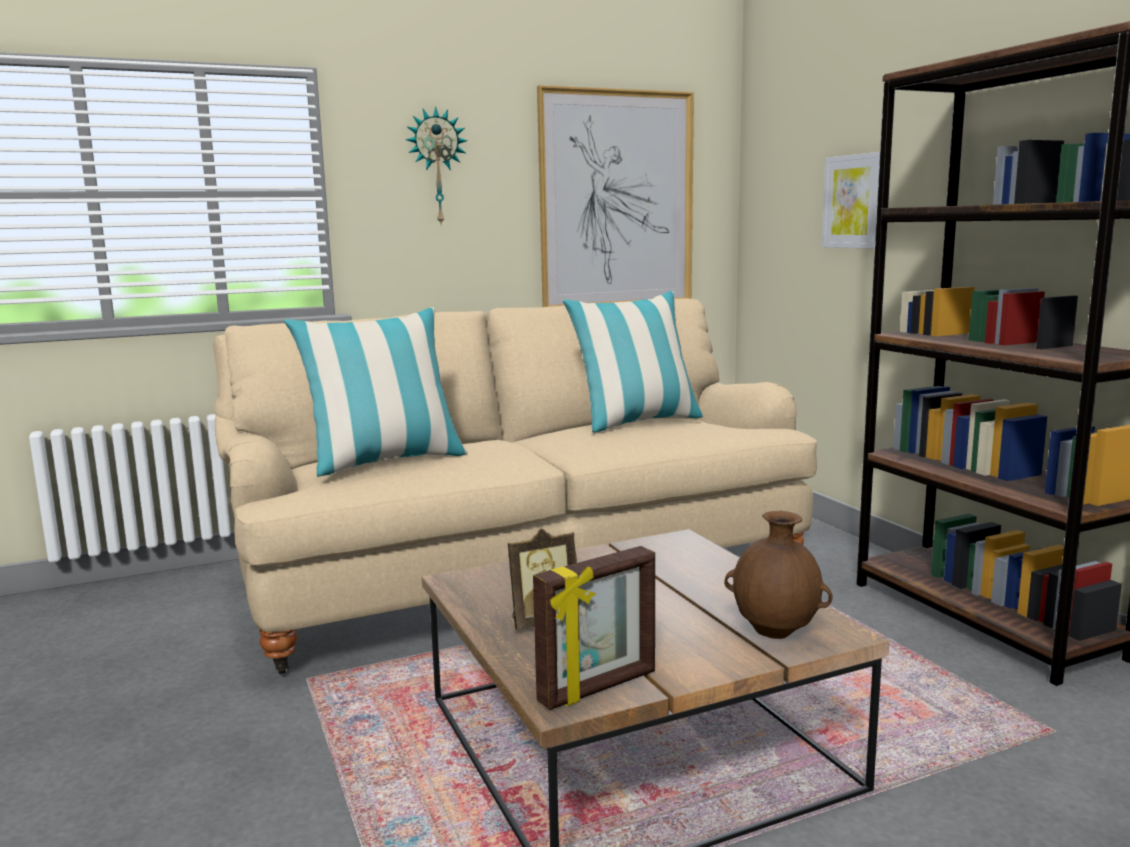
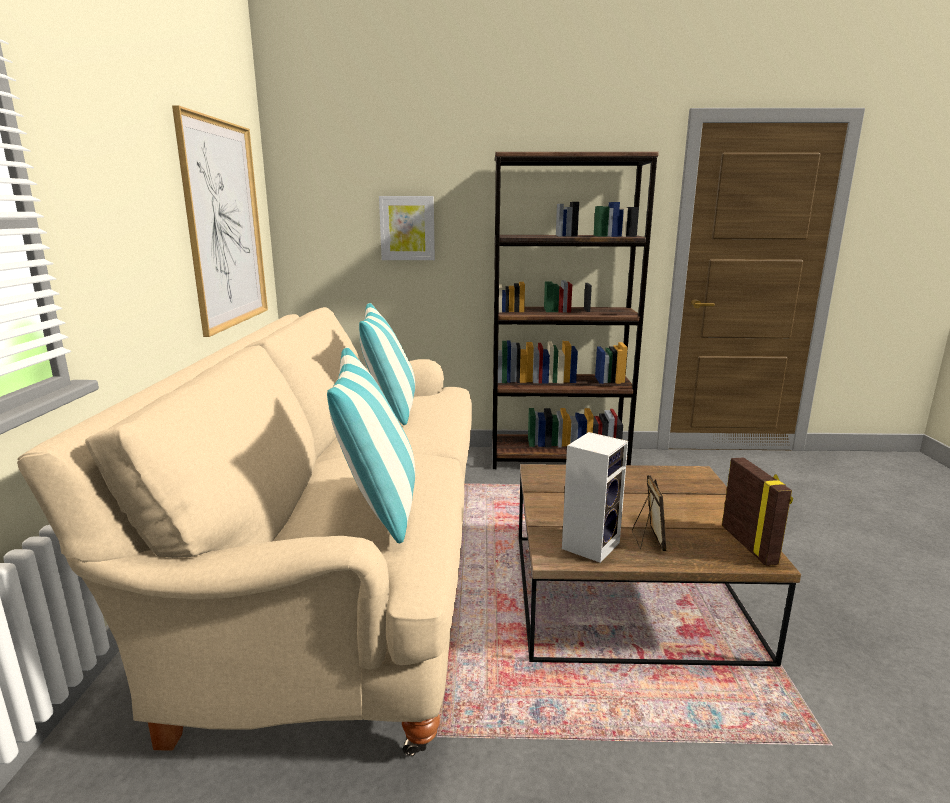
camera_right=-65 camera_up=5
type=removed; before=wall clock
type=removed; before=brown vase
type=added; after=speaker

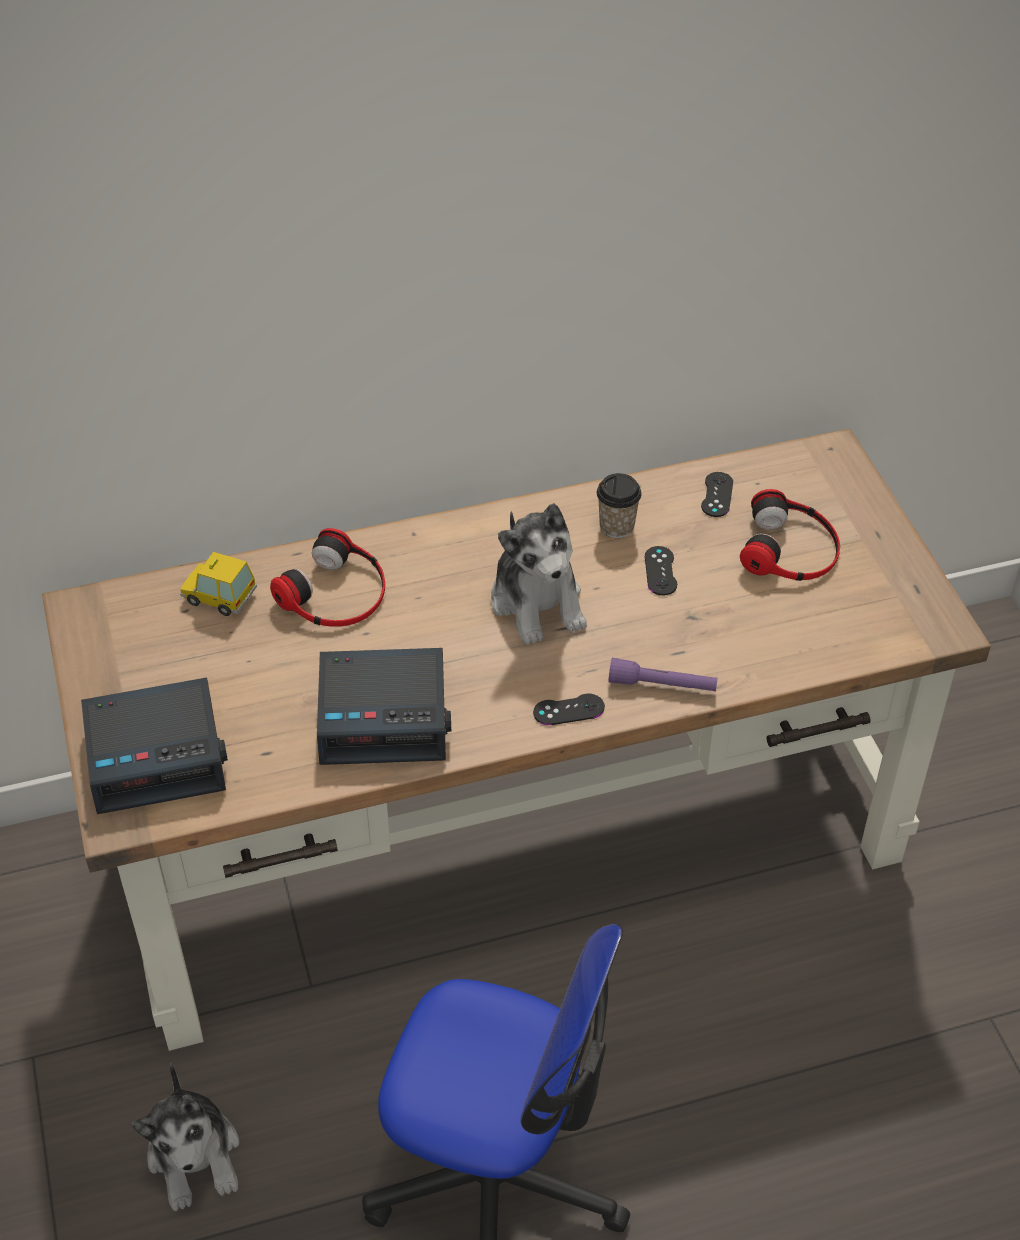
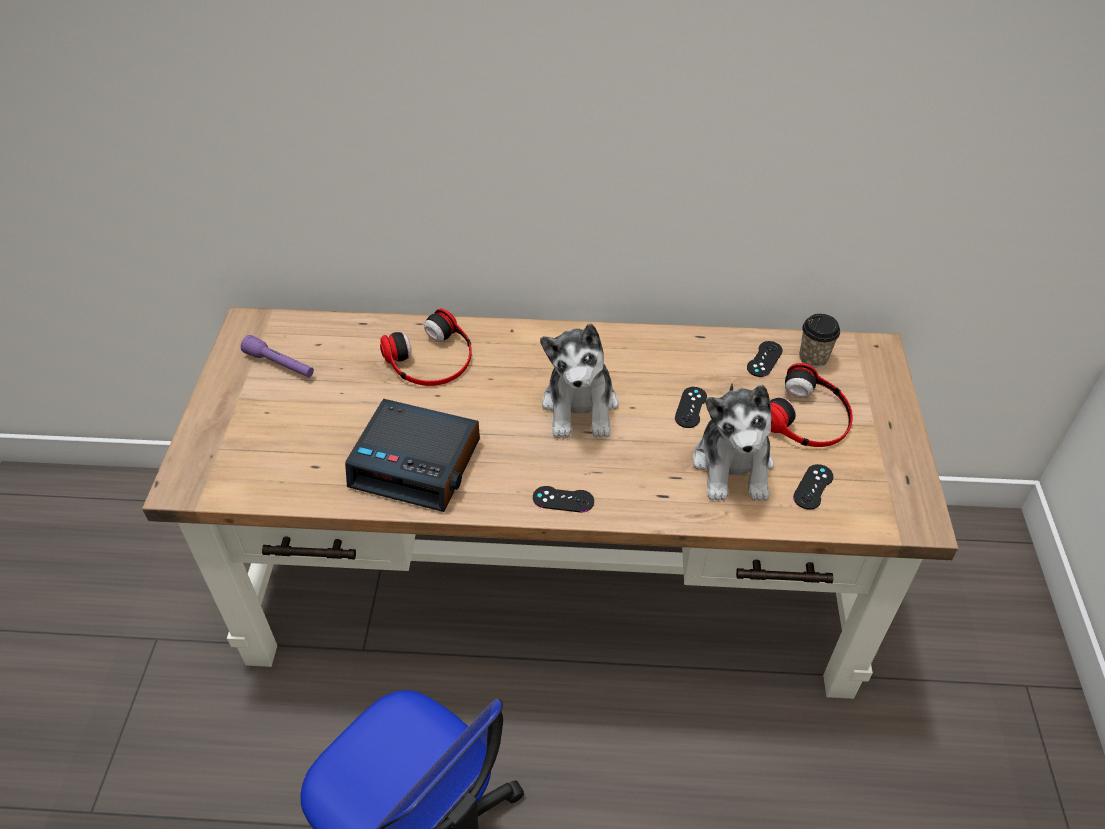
camera_right=20 camera_up=0
type=removed; before=alarm clock (1st from left)
type=moved; before=plush toy (1st from left in the first image); after=plush toy (2nd from left)
type=removed; before=toy car
type=moved; before=cup
type=moved; before=purple flashlight
type=added; after=black game controller (4th from left)

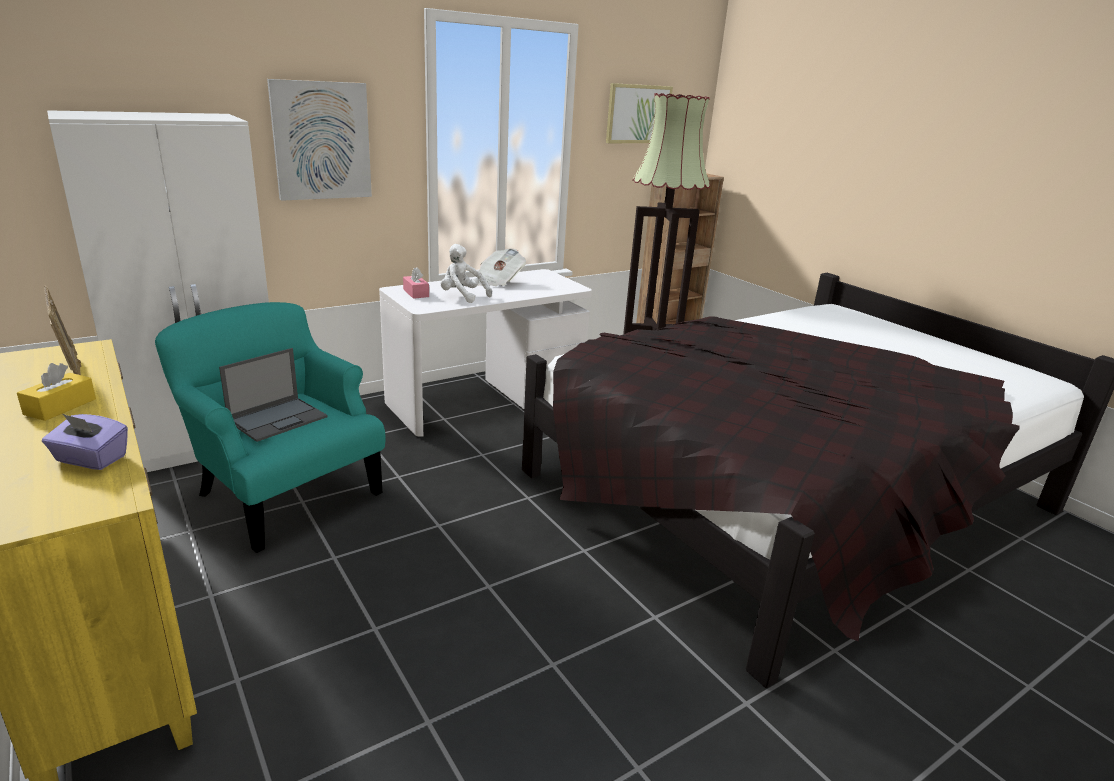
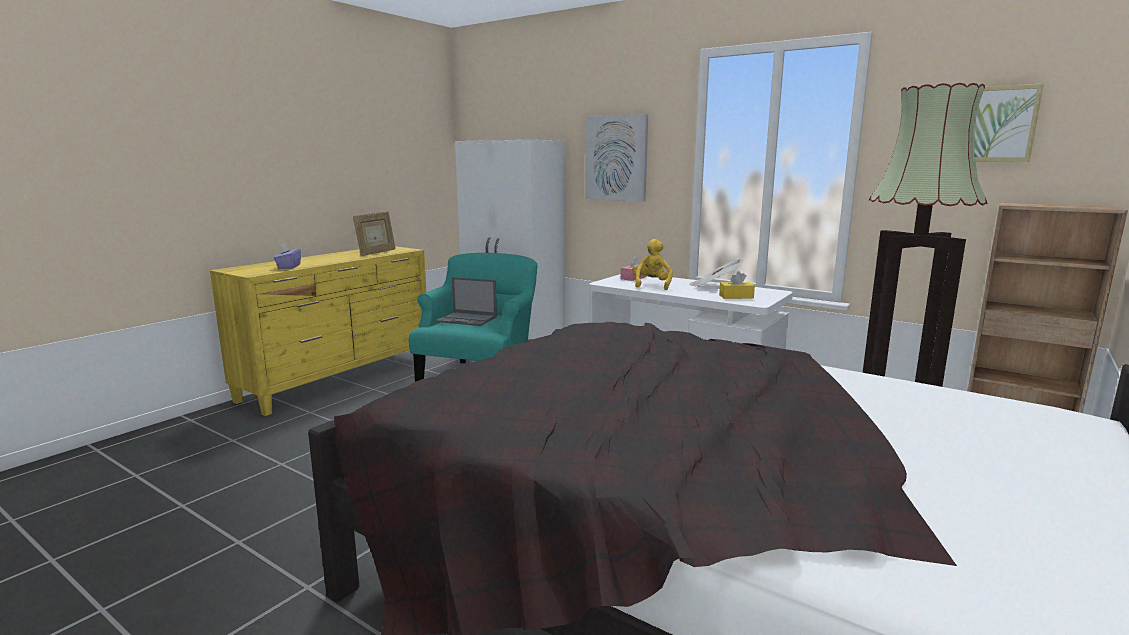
camera_right=70 camera_up=-10
type=moved; before=yellow tissue box
type=recoloured; before=white plush toy; after=yellow plush toy

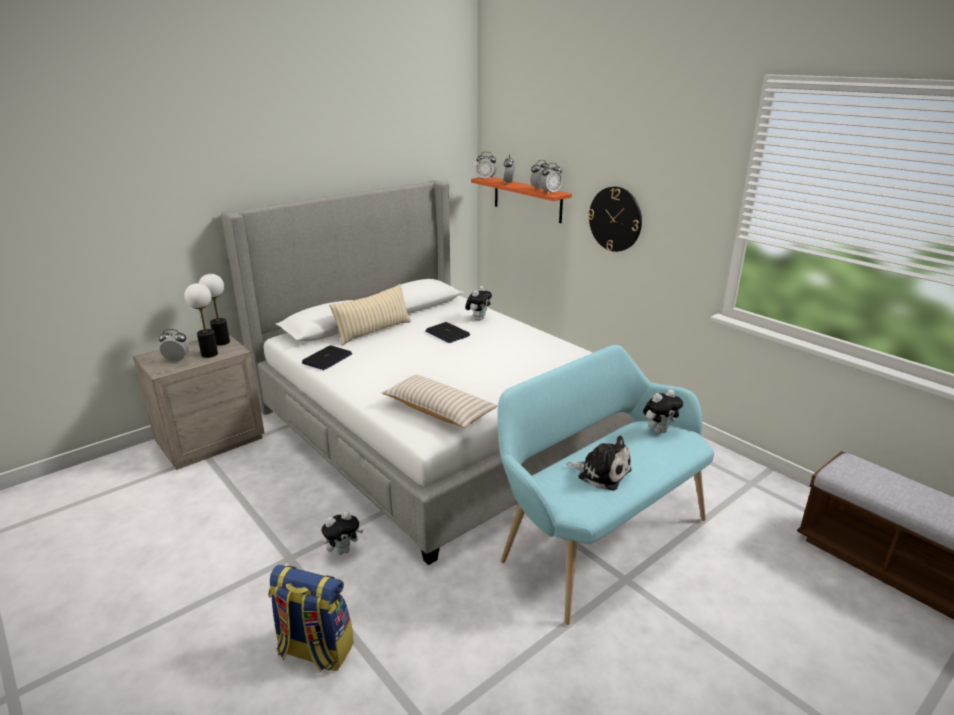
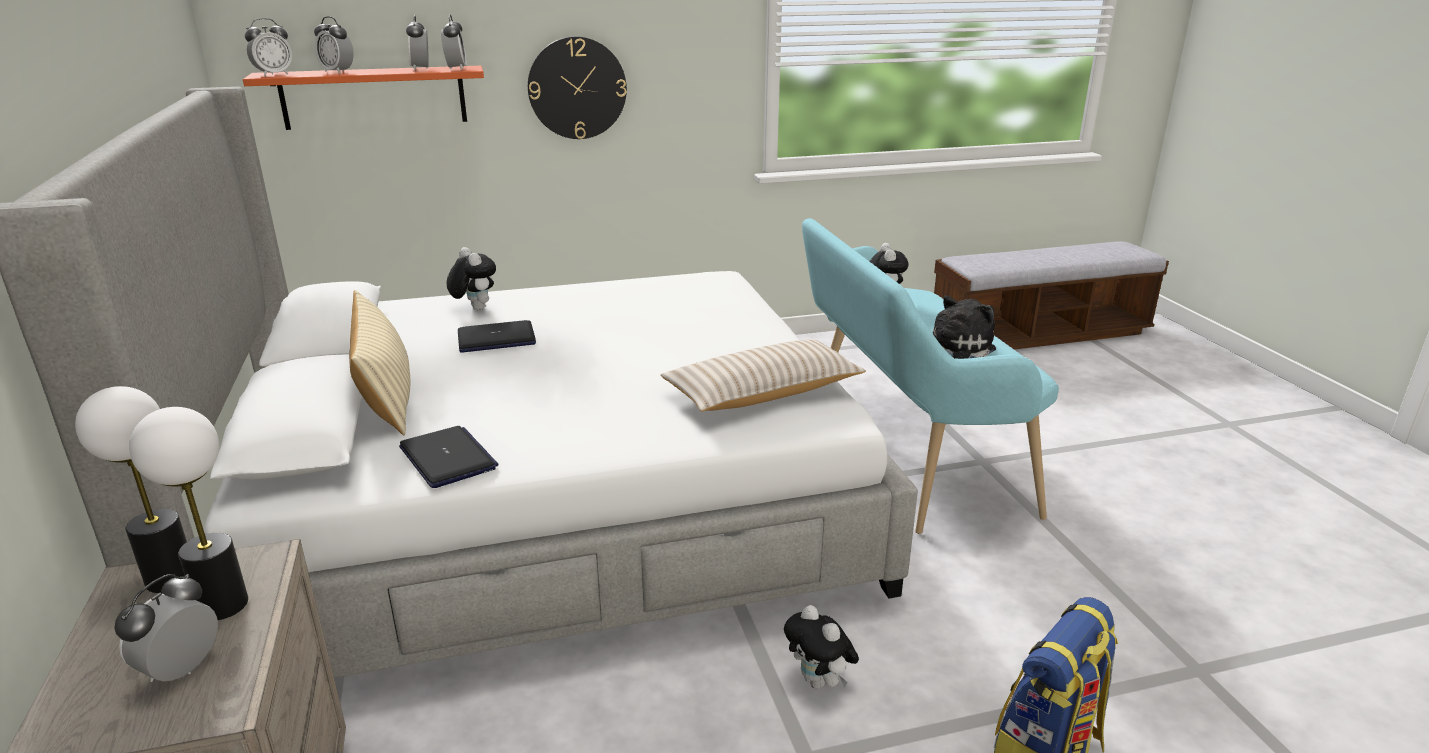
camera_right=-65 camera_up=0
type=turned; before=plush toy (1st from left in the first image); turn=150

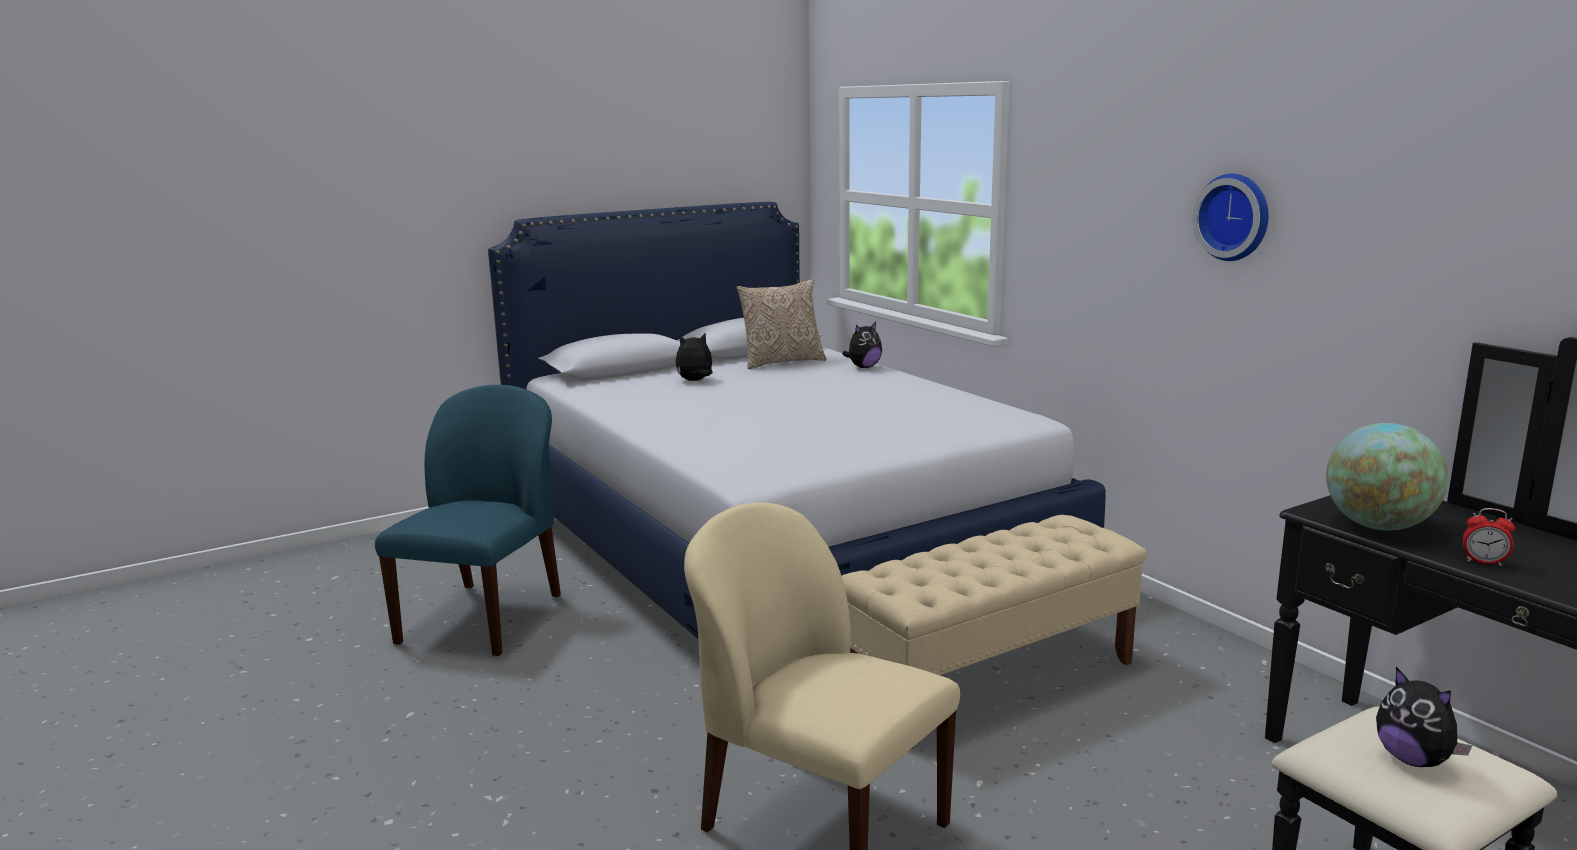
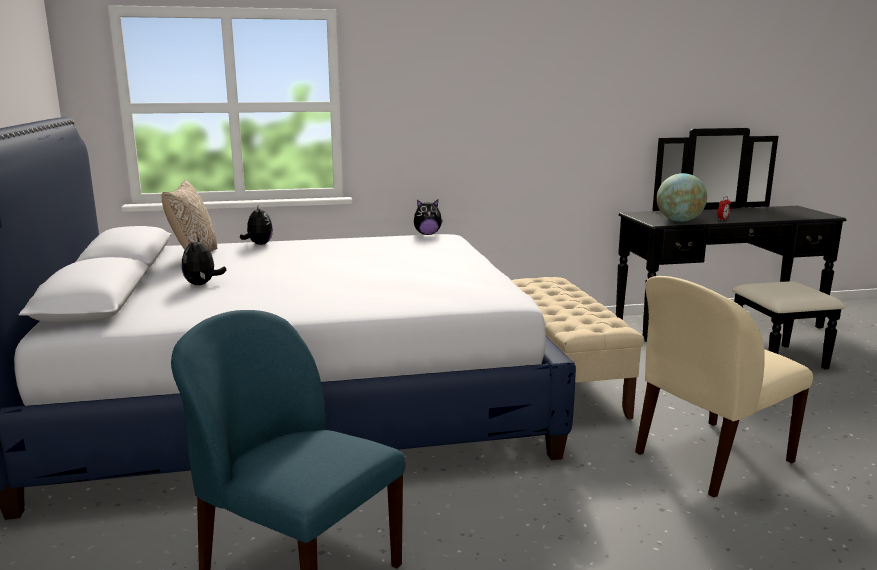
camera_right=-70 camera_up=0
type=removed; before=wall clock
type=moved; before=plush toy (3rd from left)

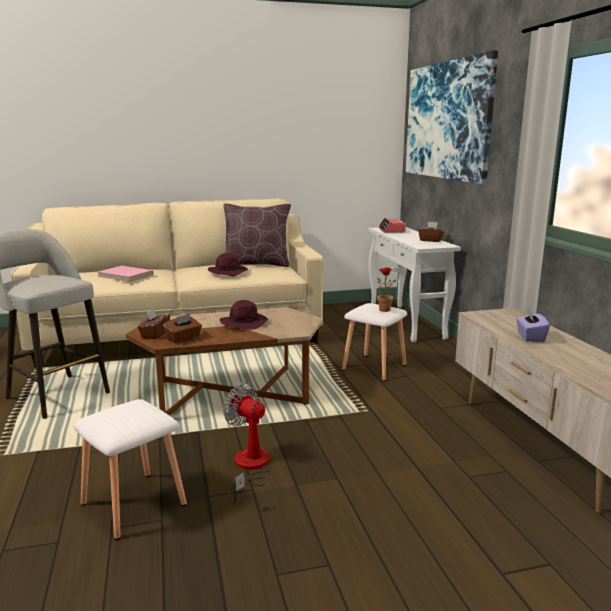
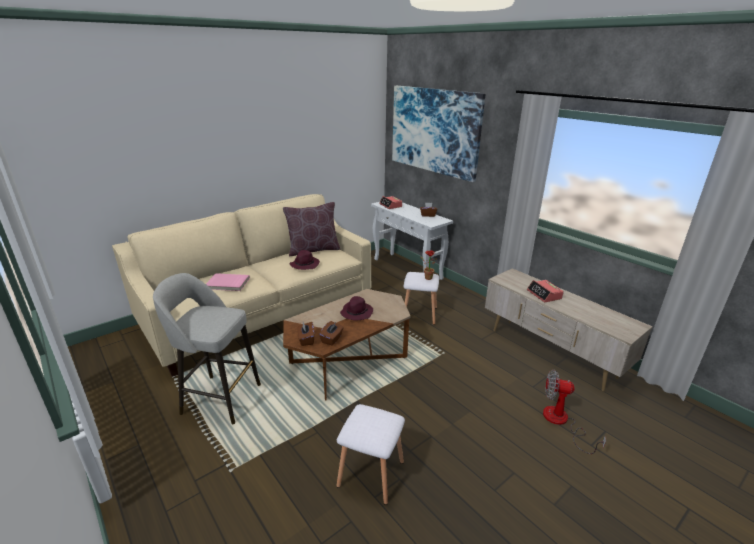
camera_right=-25 camera_up=10
type=moved; before=fan
type=replaced; before=purple tissue box; after=alarm clock (2nd from left)

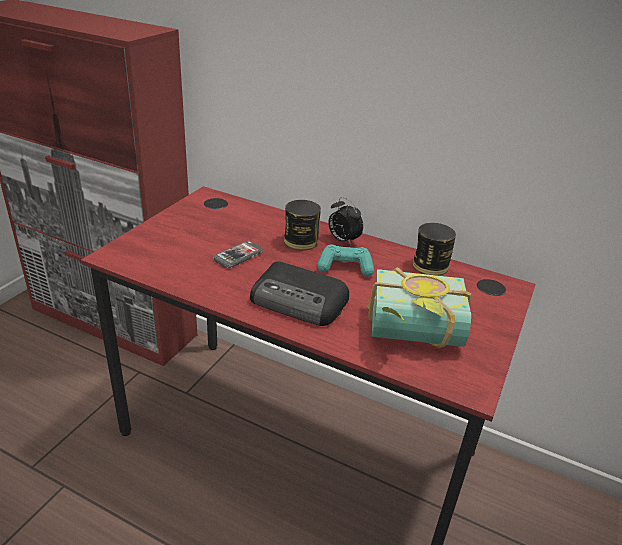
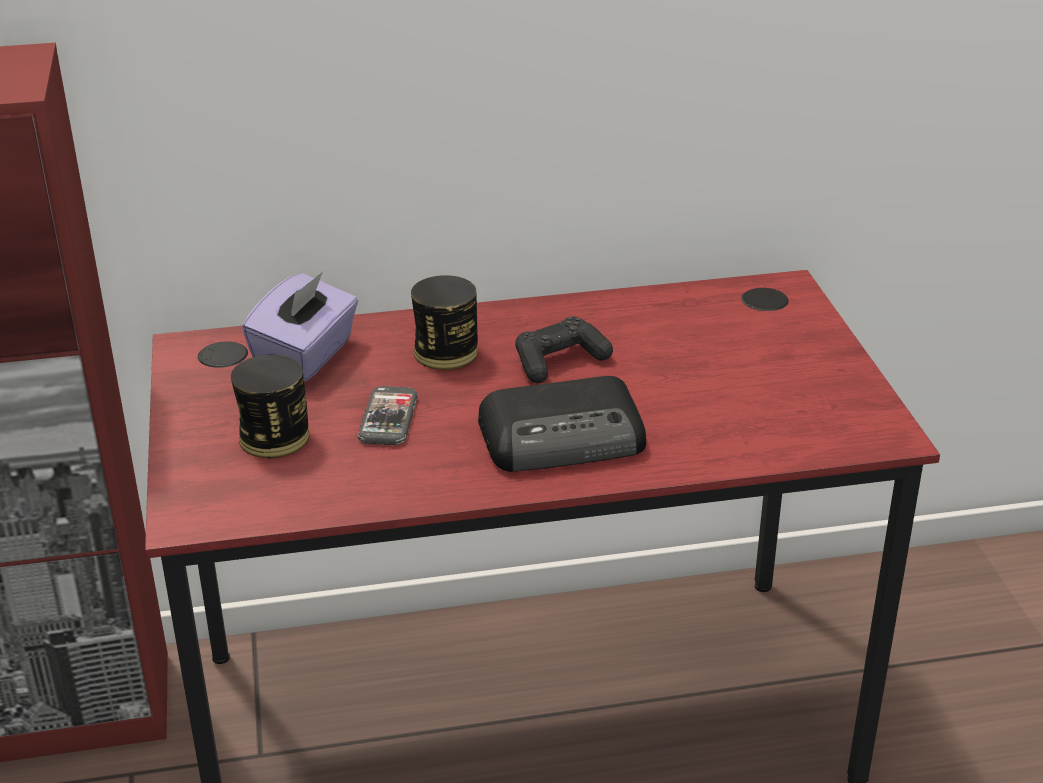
camera_right=-35 camera_up=0
type=recoloured; before=turquoise game controller; after=black game controller
type=removed; before=alarm clock
type=removed; before=book
type=moved; before=can (2nd from left in the first image); after=can (1st from left)
type=added; after=purple tissue box

